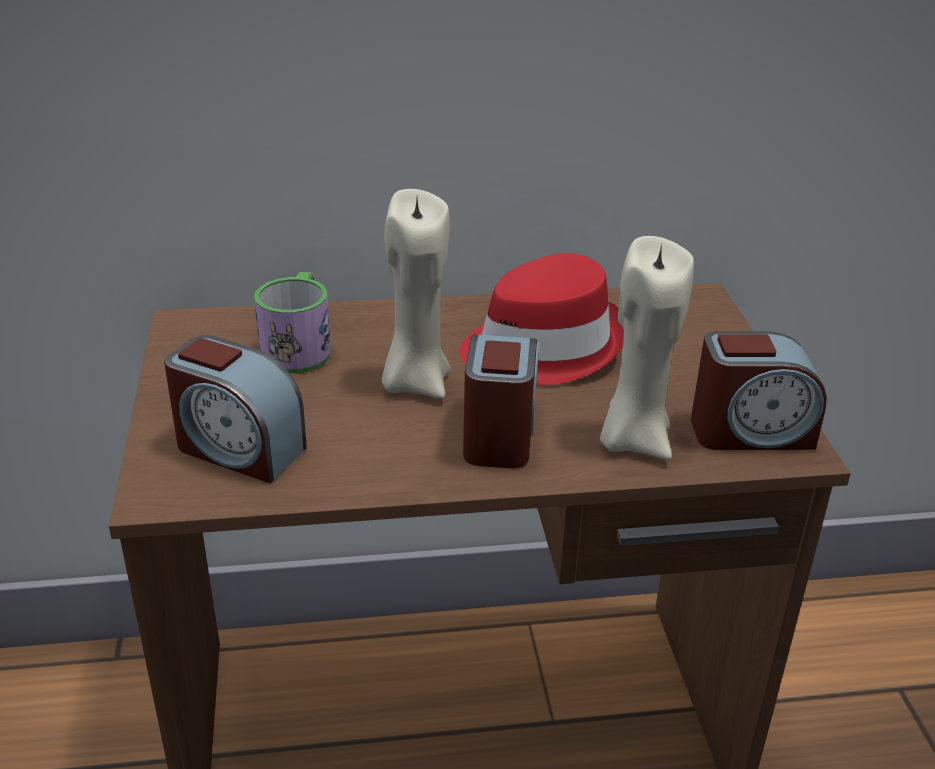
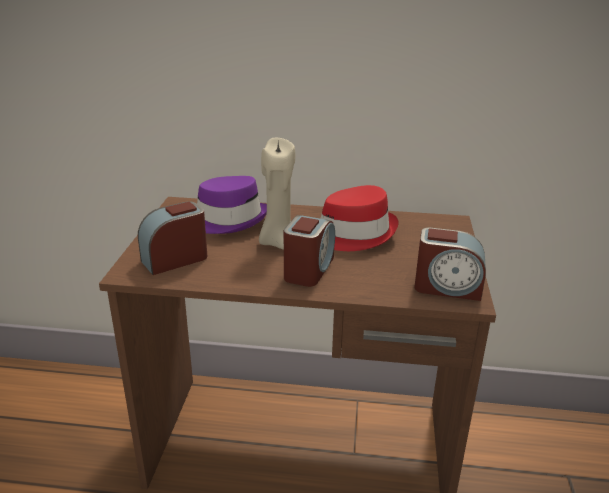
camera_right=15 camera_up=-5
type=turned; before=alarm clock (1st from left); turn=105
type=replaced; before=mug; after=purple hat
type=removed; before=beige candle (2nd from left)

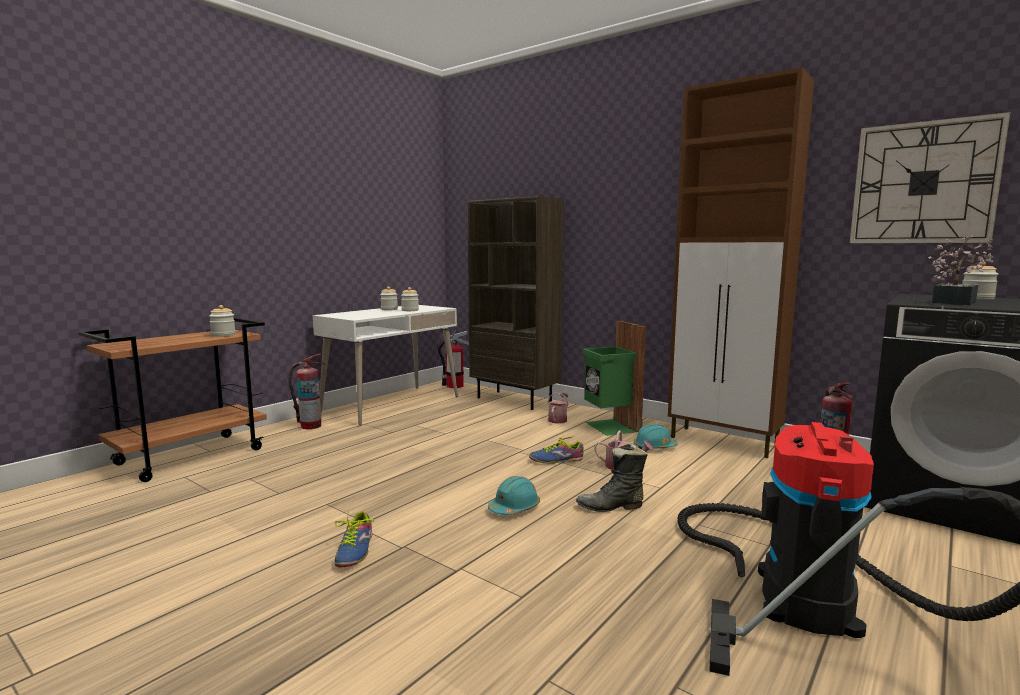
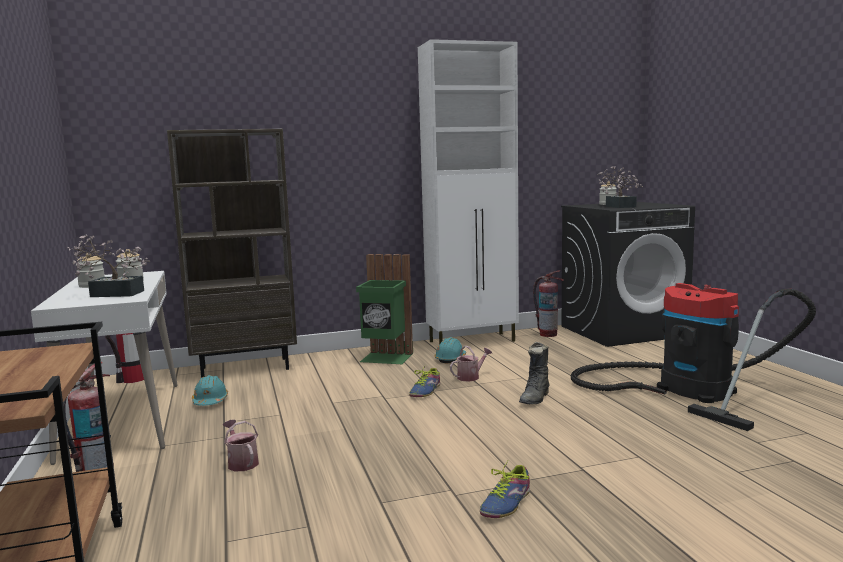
camera_right=-55 camera_up=0
type=removed; before=jar (1st from left)
type=turned; before=shoe (1st from left in the first image); turn=90
type=moved; before=turquoise hard hat (1st from left)
type=moved; before=watering can (1st from left)
type=recoloured; before=brown cabinet; after=white cabinet
type=removed; before=wall clock
type=added; after=potted plant (1st from left)

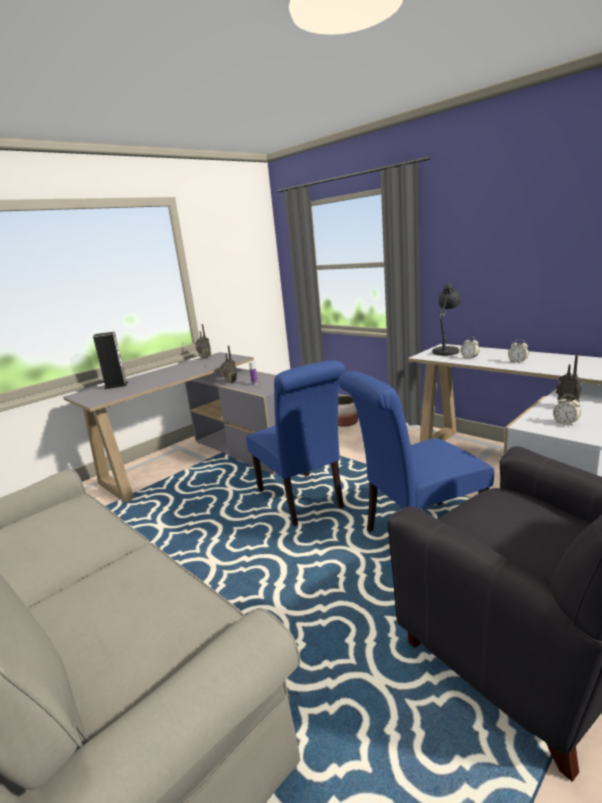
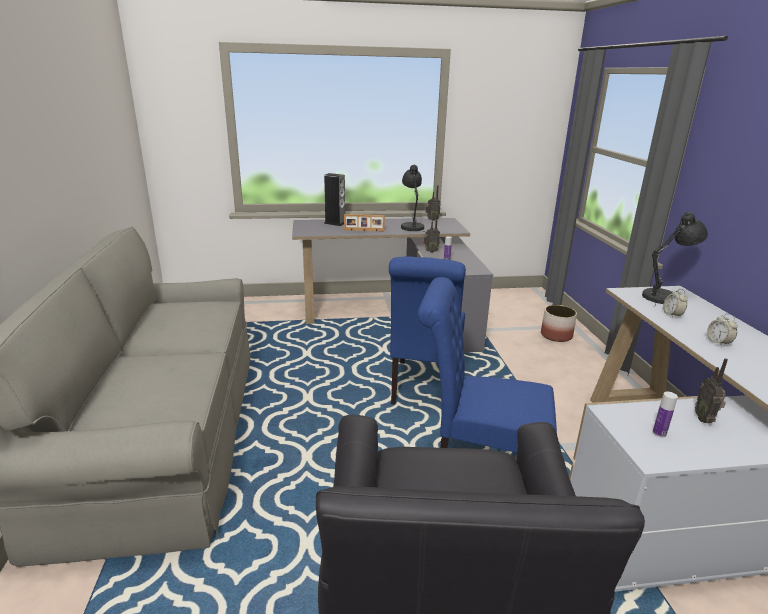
camera_right=35 camera_up=5
type=replaced; before=alarm clock (3rd from left); after=bottle (2nd from left)
type=added; after=picture frame
type=added; after=grey table lamp (1st from left)

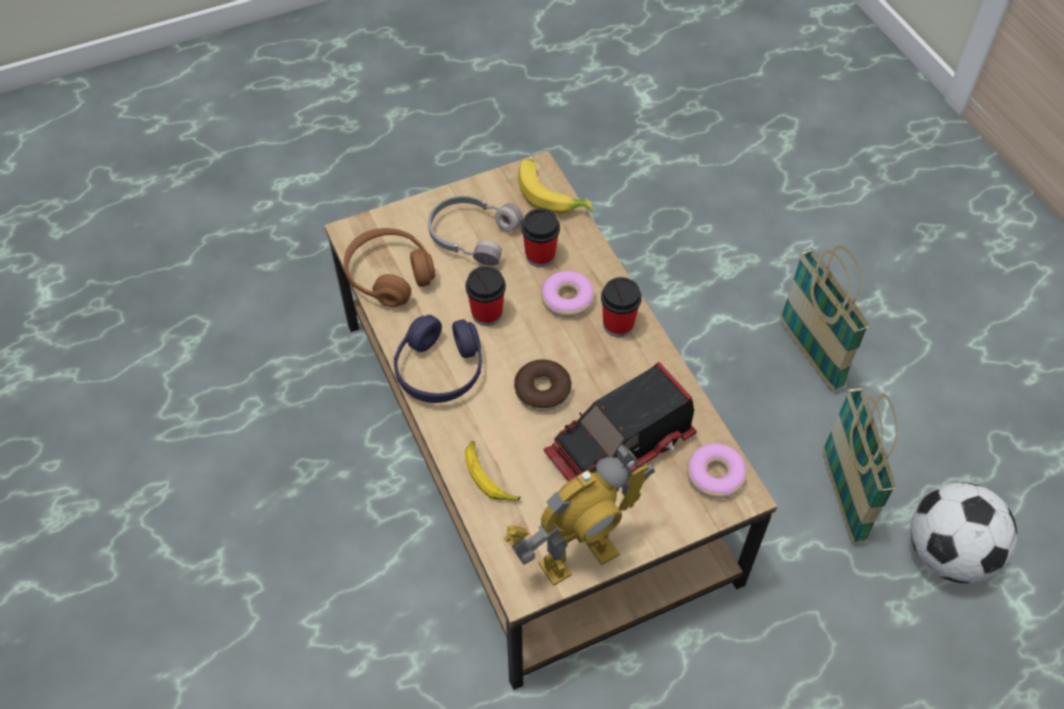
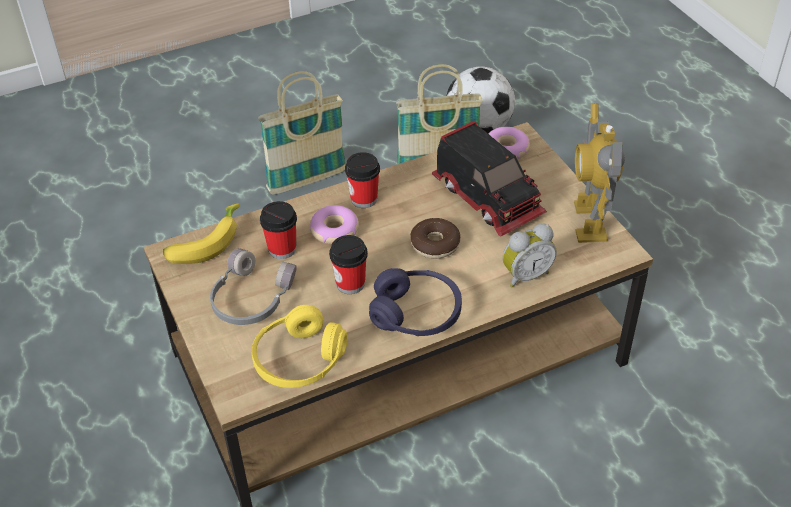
camera_right=-90 camera_up=-10
type=recoloured; before=brown headphones; after=yellow headphones
type=replaced; before=banana (1st from left); after=alarm clock
type=turned; before=toy robot; turn=-150

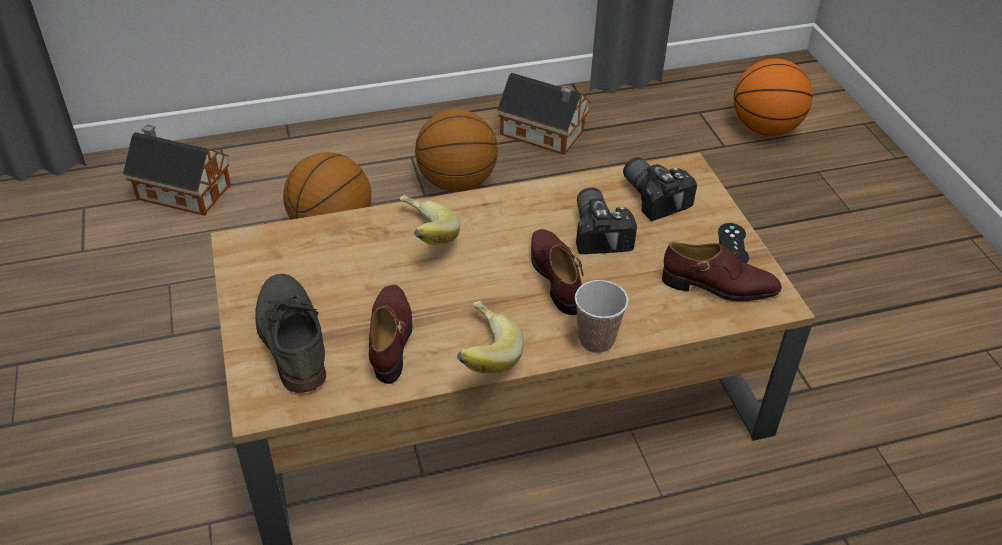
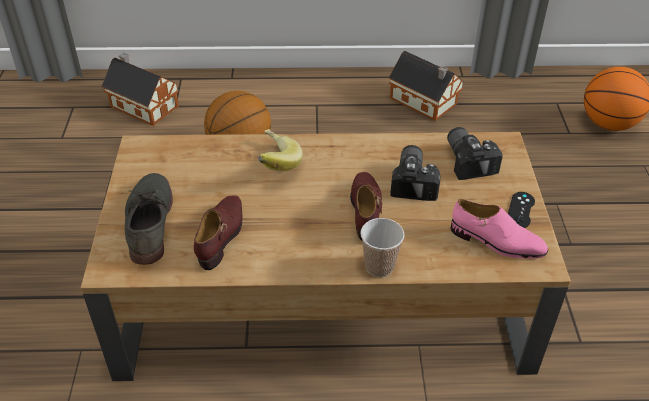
camera_right=15 camera_up=0
type=removed; before=basketball (2nd from left)
type=removed; before=banana (2nd from left)
type=recoloured; before=brown shoe (3rd from left); after=pink shoe

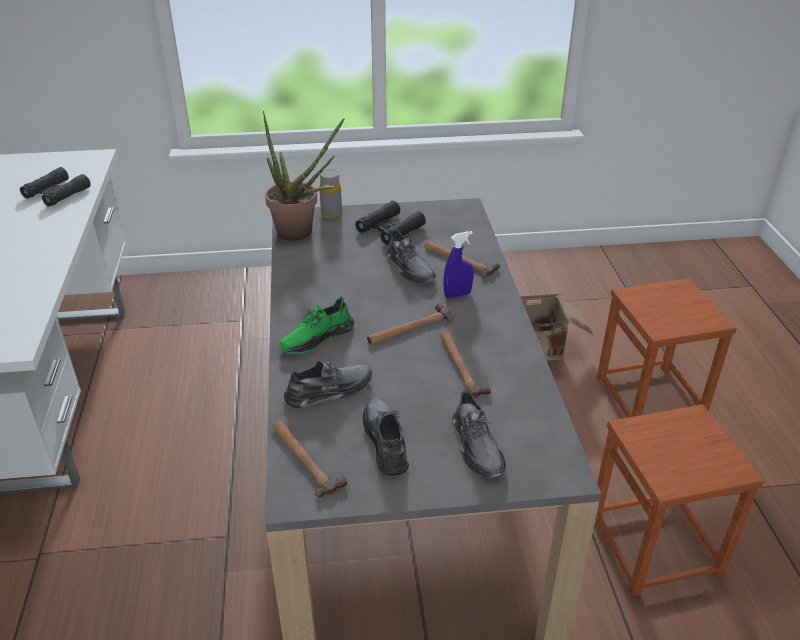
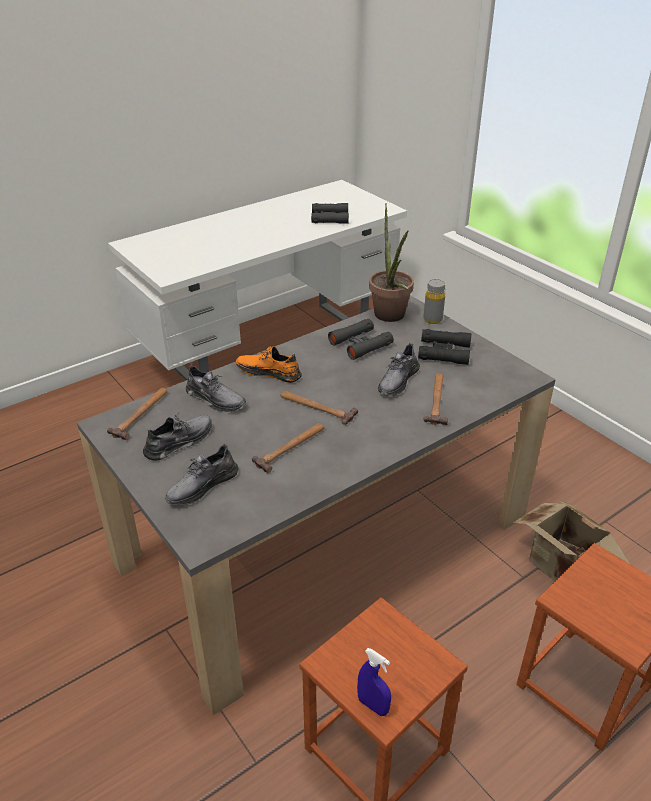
camera_right=60 camera_up=0
type=recoloured; before=green shoe; after=orange shoe
type=moved; before=blue spray bottle
type=added; after=black binoculars (2nd from left)

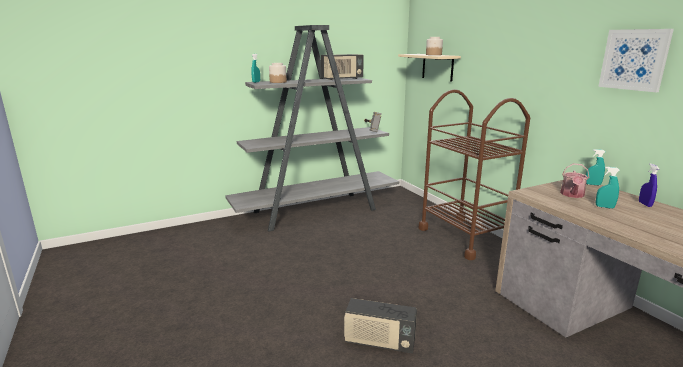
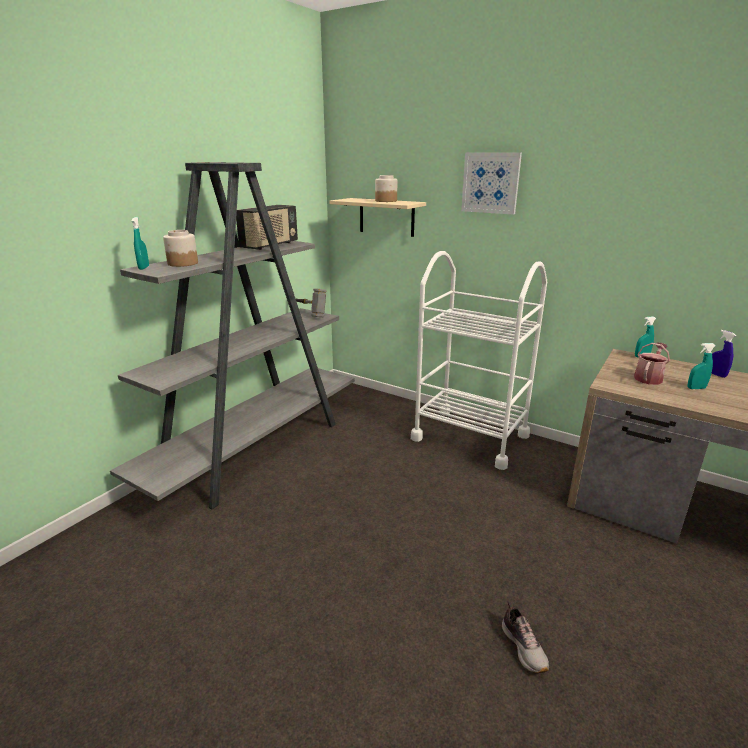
camera_right=-30 camera_up=5
type=replaced; before=radio (2nd from left); after=shoe
type=recoloured; before=brown cart; after=white cart
type=turned; before=watering can; turn=-135
type=moved; before=picture

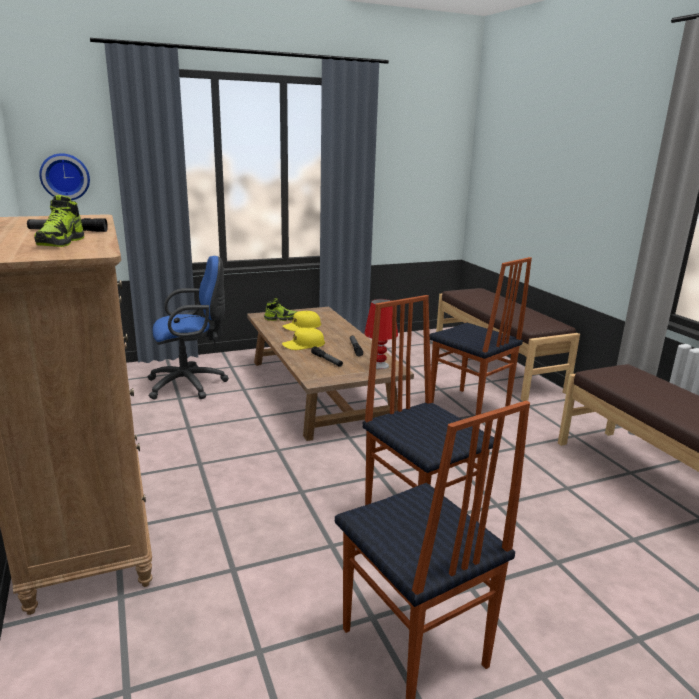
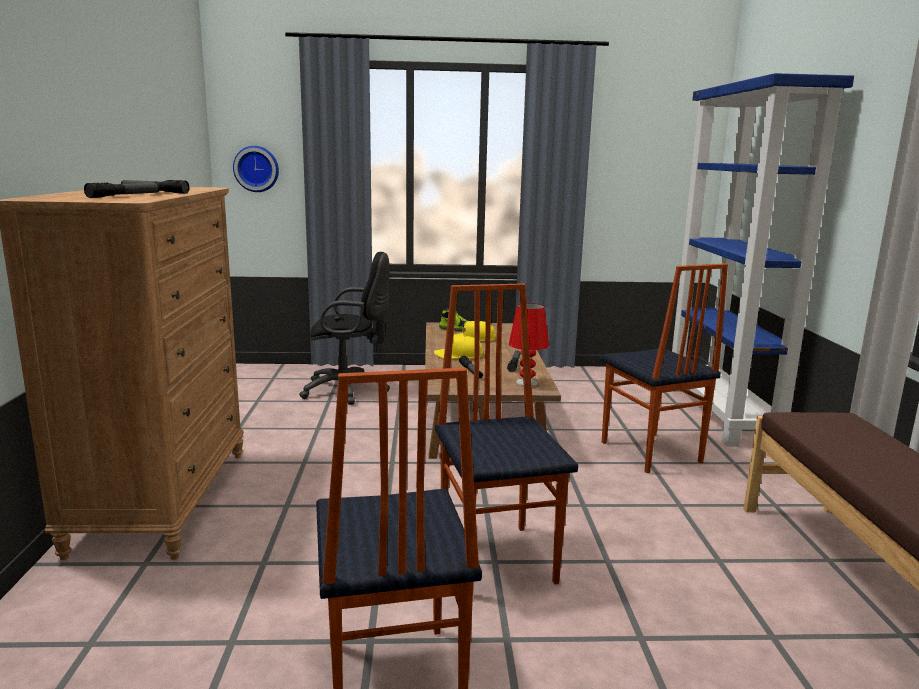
camera_right=20 camera_up=-5
type=replaced; before=shoe (1st from left); after=flashlight (1st from left)
type=recoloured; before=blue office chair; after=black office chair
type=replaced; before=brown bench (1st from left); after=blue bookcase

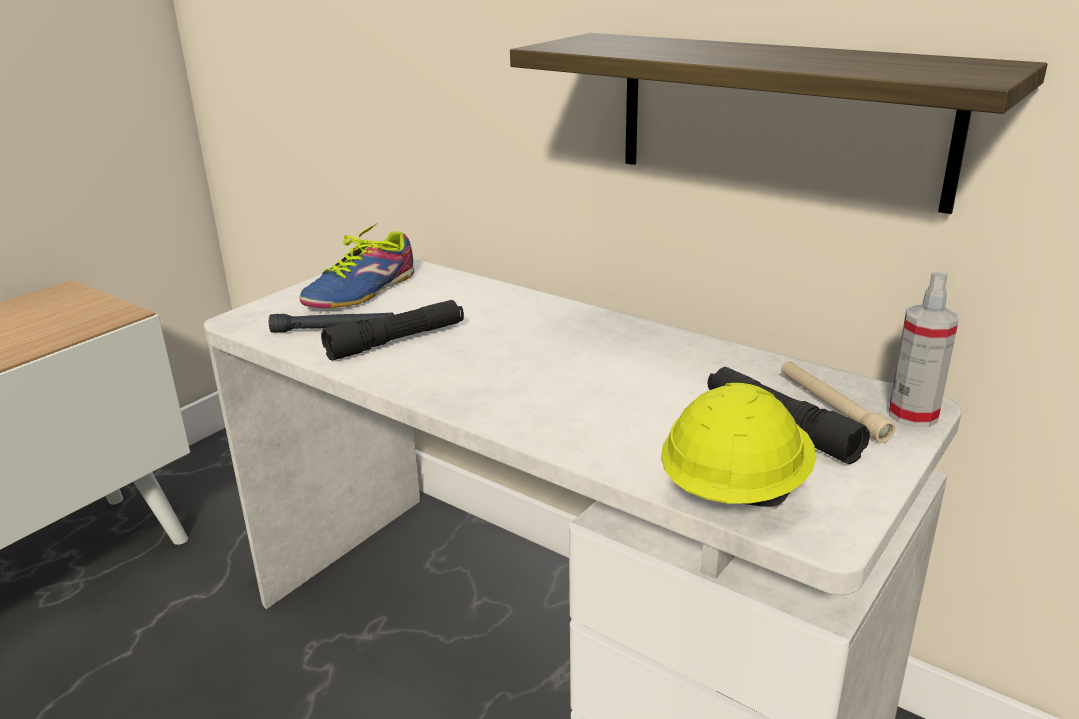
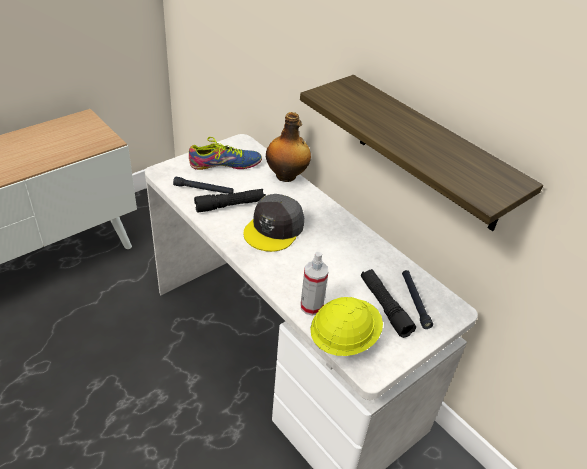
camera_right=10 camera_up=15
type=turned; before=shoe; turn=-150
type=recoloured; before=beige flashlight; after=black flashlight (4th from left)
type=moved; before=spray bottle
type=added; after=grey cap
type=added; after=bottle

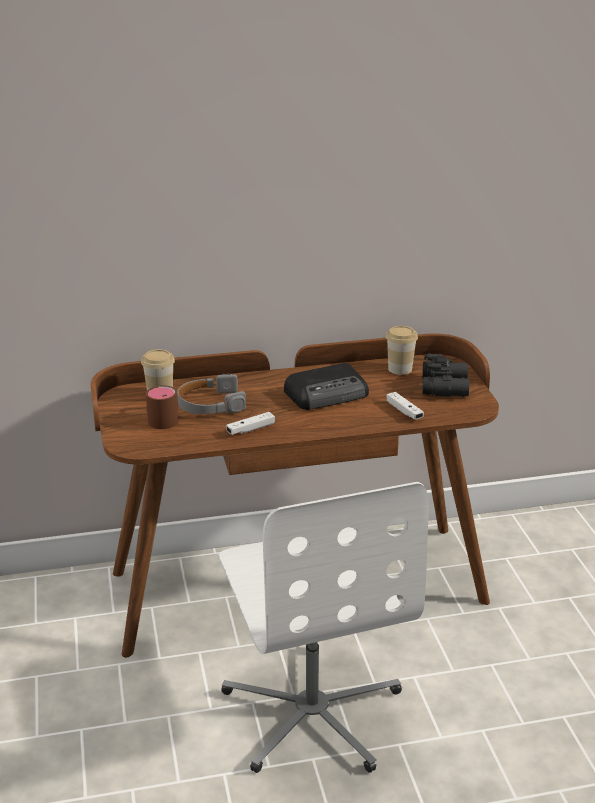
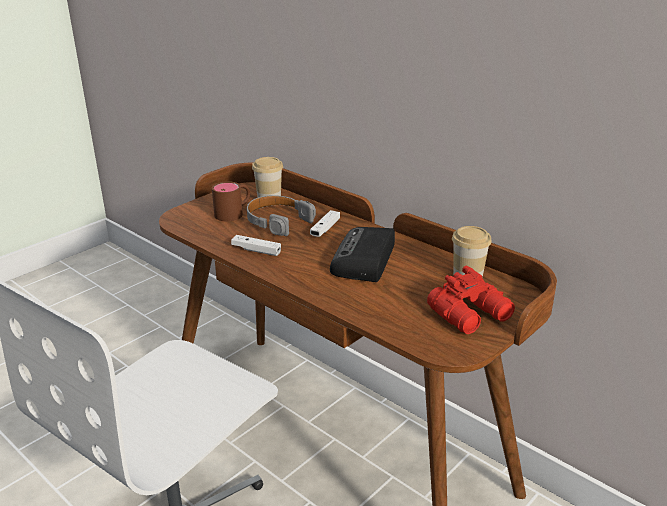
camera_right=55 camera_up=0
type=turned; before=radio; turn=75
type=moved; before=white game controller (2nd from left)
type=recoloured; before=black binoculars; after=red binoculars

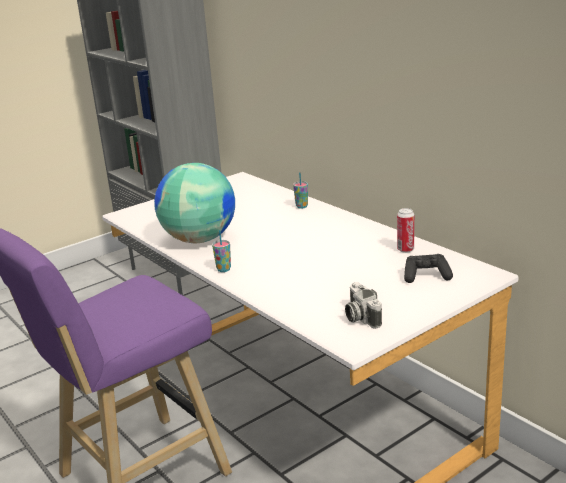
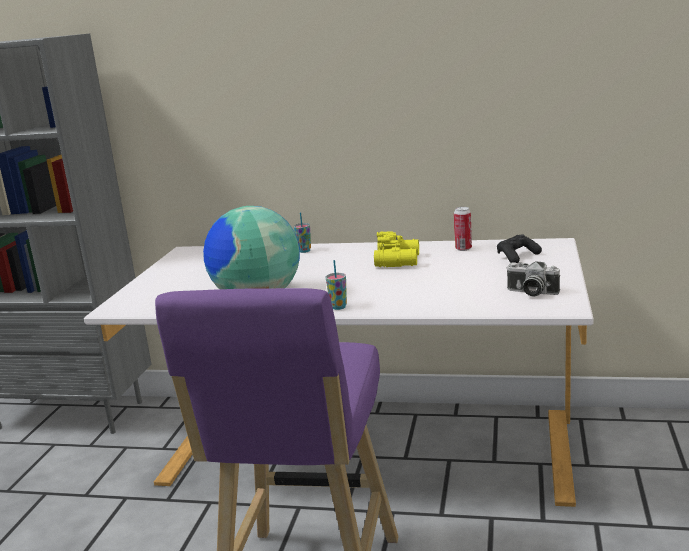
camera_right=-40 camera_up=-5
type=added; after=yellow binoculars

